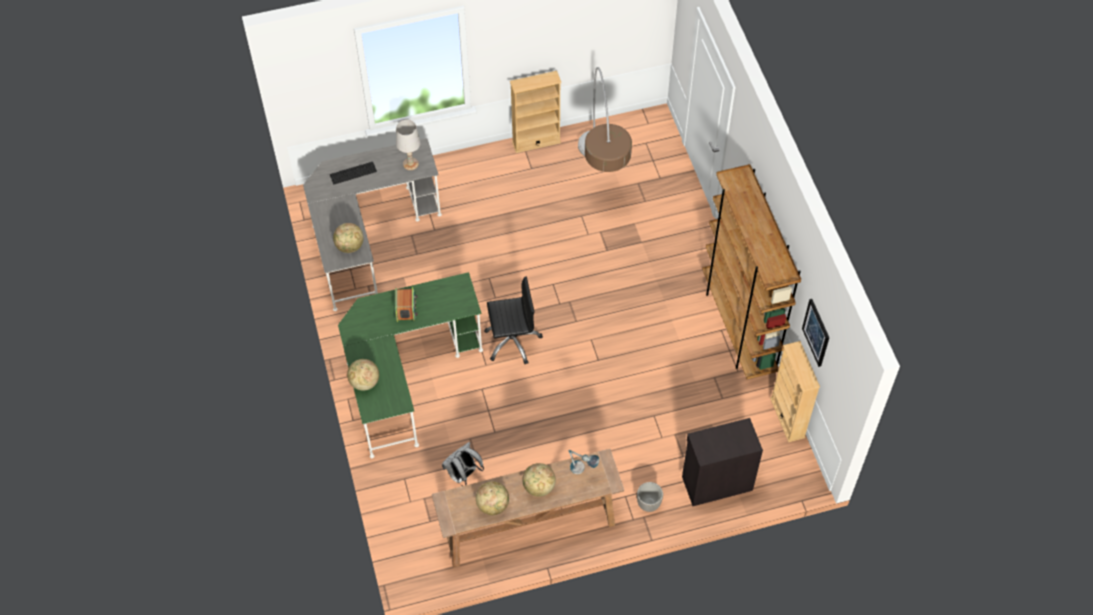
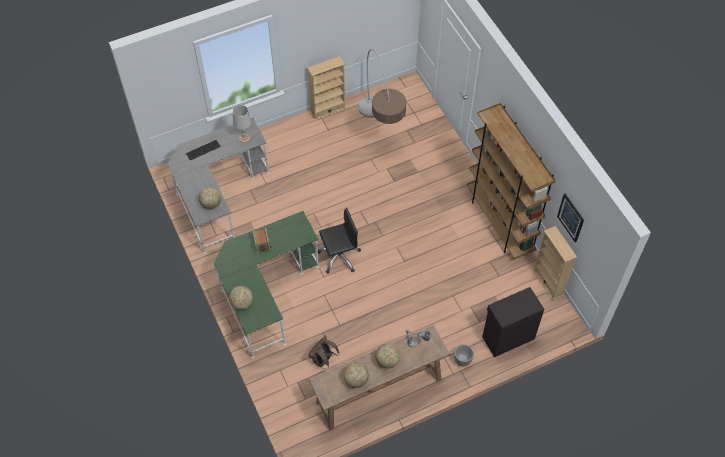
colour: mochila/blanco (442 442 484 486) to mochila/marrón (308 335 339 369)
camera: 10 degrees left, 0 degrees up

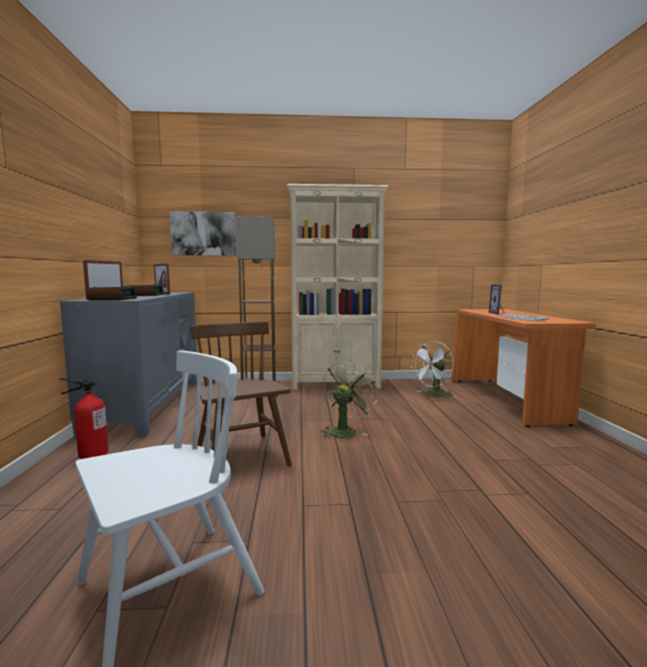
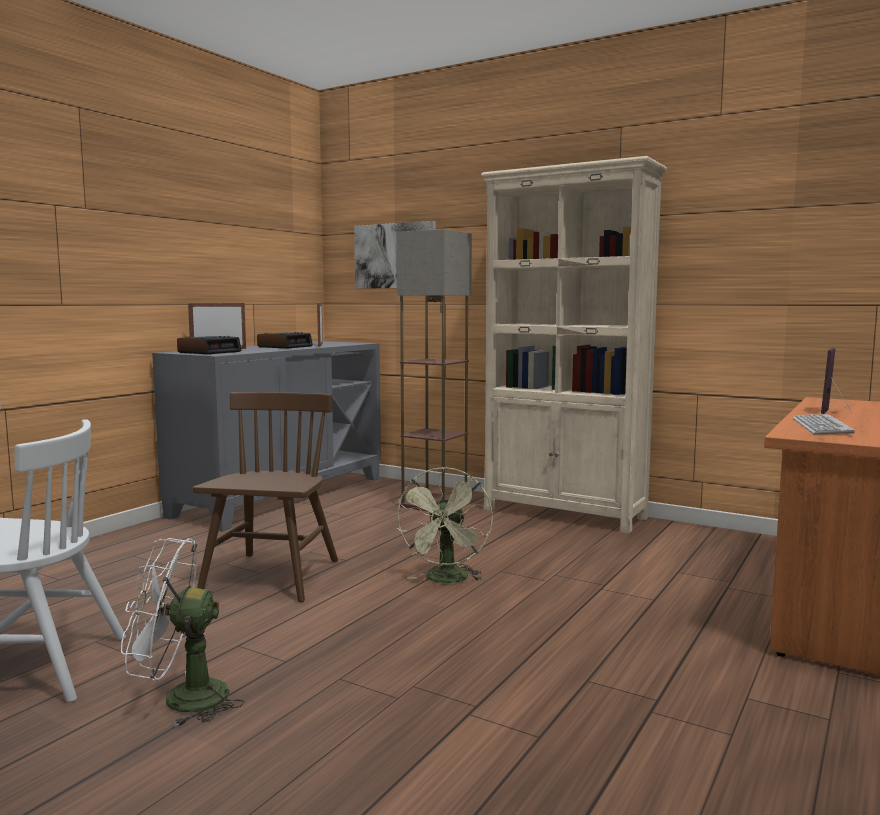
missing: extintor (59 378 109 459)
relocated: ventilador/blanco (412 341 454 398) to (121 538 244 727)
spun: ventilador/verde (321 360 378 438) = (395 467 493 583) 120 degrees clockwise
camera: 35 degrees right, 0 degrees up

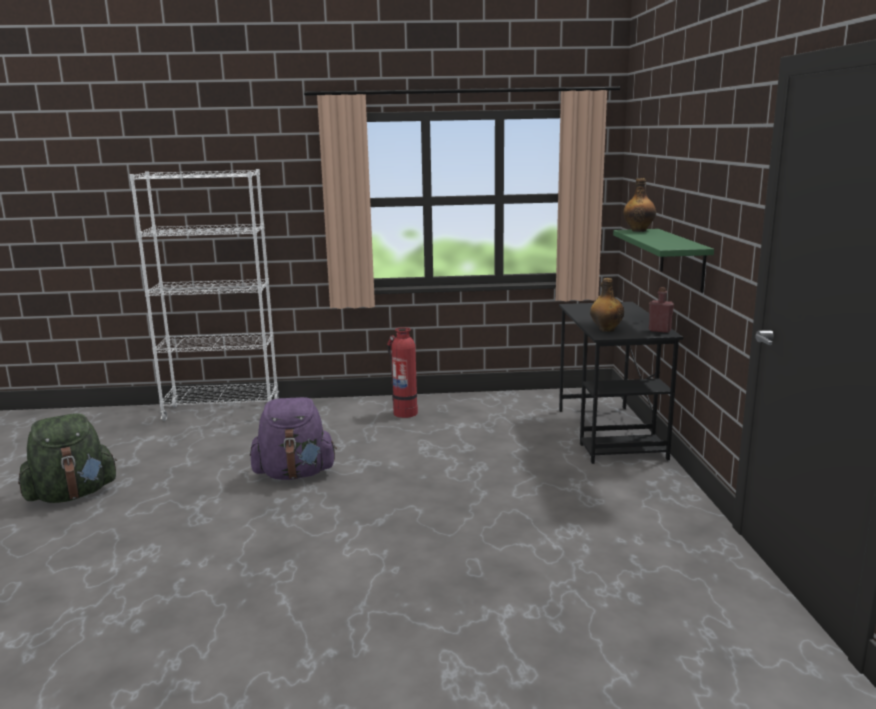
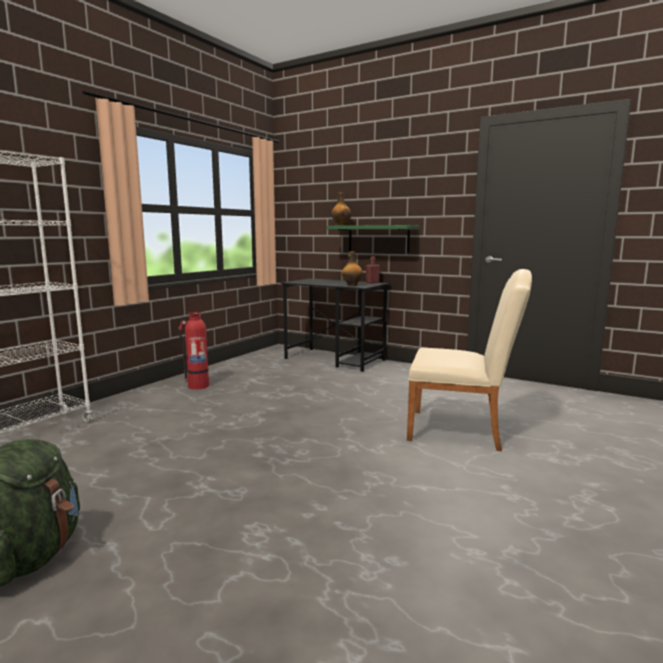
missing: mochila/morado (250 397 337 480)
appeared: silla/beis (407 269 532 451)
camera: 55 degrees left, 5 degrees down

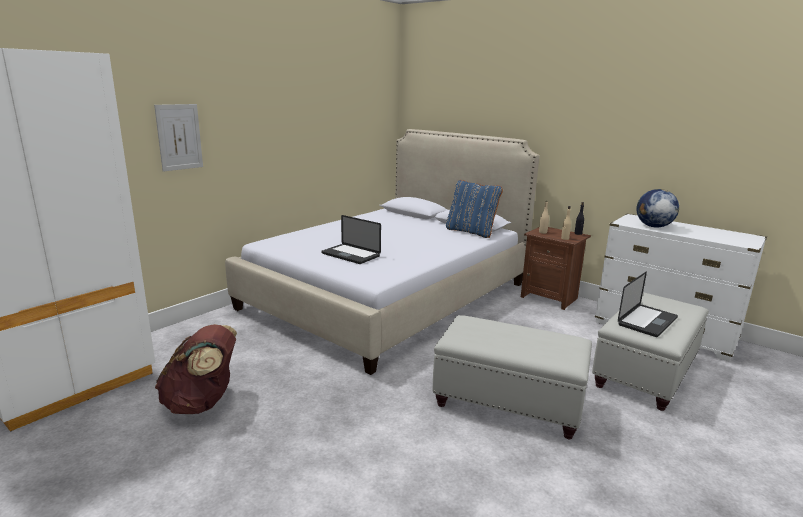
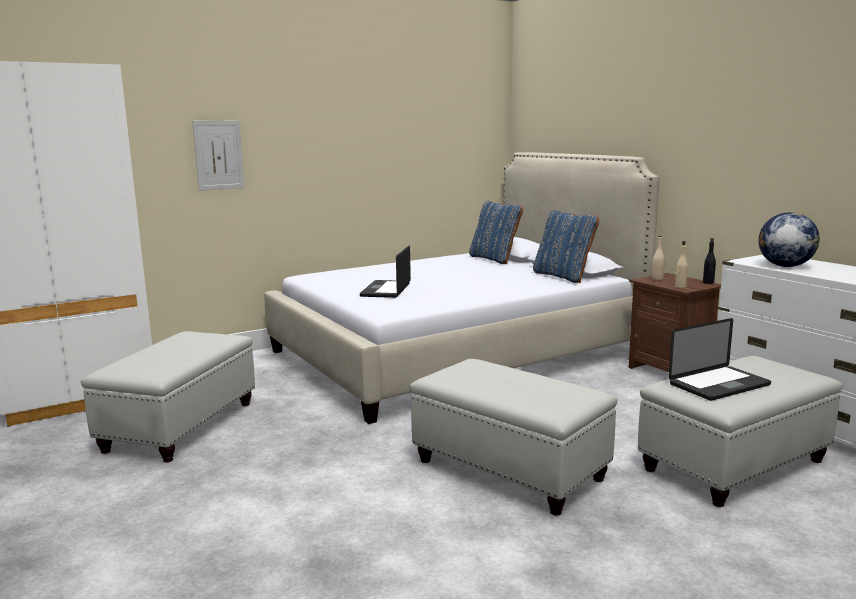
appeared: cojín/azul (469 201 523 264)
exchanged: mochila/marrón (155 324 237 414) to puf/blanco (81 331 255 463)
spun: portátil (321 215 381 264) = (360 246 411 298) 45 degrees clockwise
camera: 20 degrees right, 5 degrees down

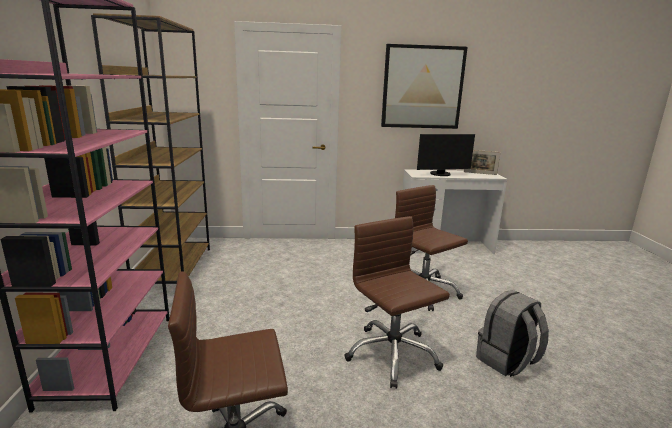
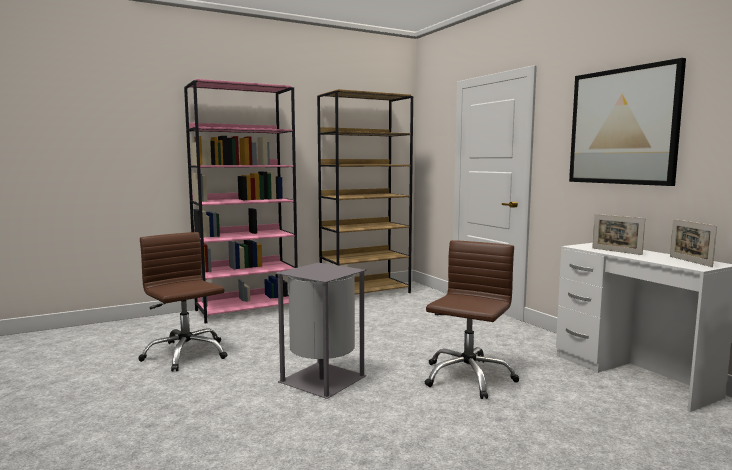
missing: mochila/gris (476 290 549 377)
exchanged: silla de oficina/marrón (344 216 450 389) to papelera/gris (275 263 367 399); monitor (417 134 475 176) to portarretratos (592 214 645 255)
camera: 65 degrees right, 10 degrees down

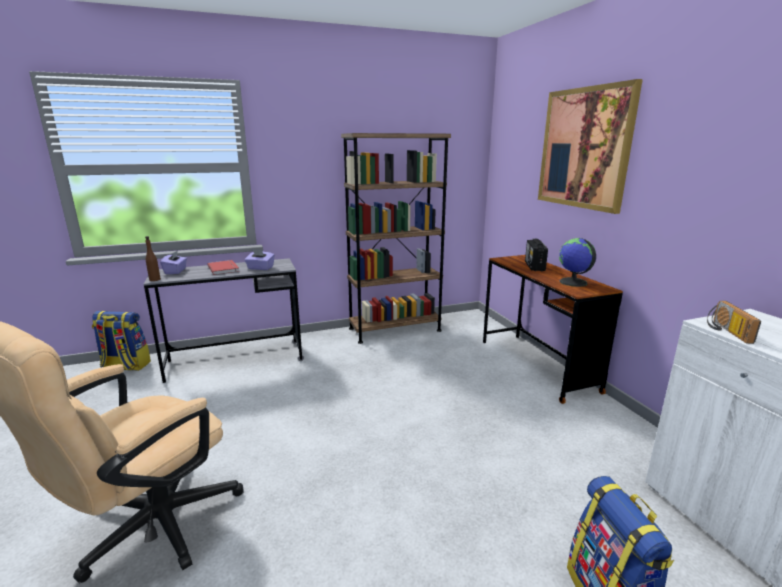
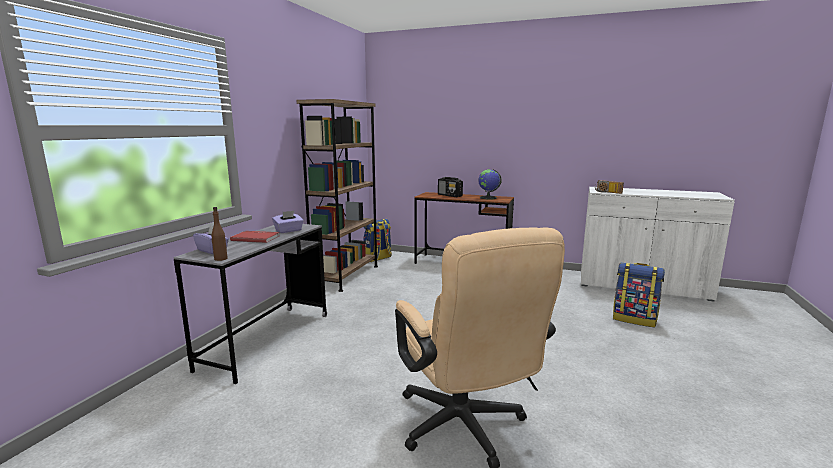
missing: cuadro (538 79 643 214)
relocated: mochila (92 311 151 371) to (363 219 392 262)
camera: 50 degrees left, 5 degrees down

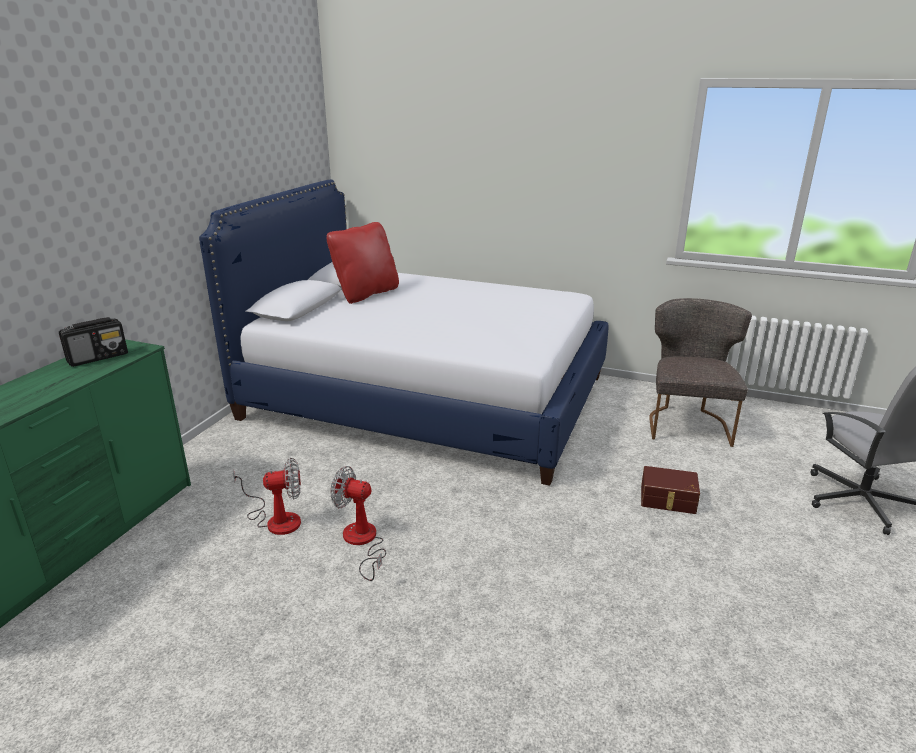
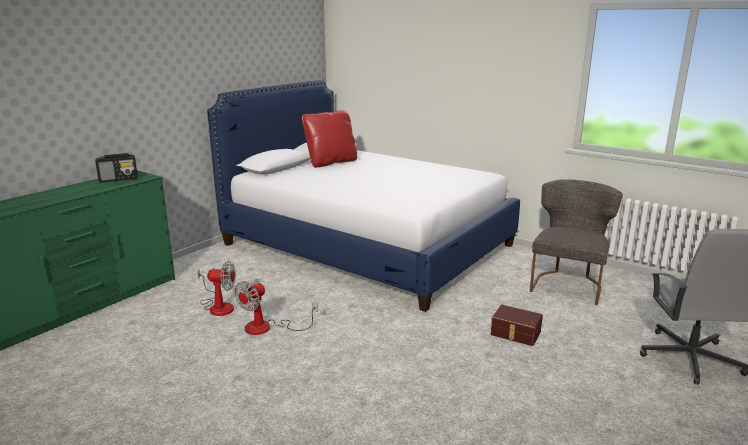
spun: ventilador (331 466 386 581) = (234 281 318 335) 90 degrees counterclockwise
camera: 15 degrees right, 5 degrees down

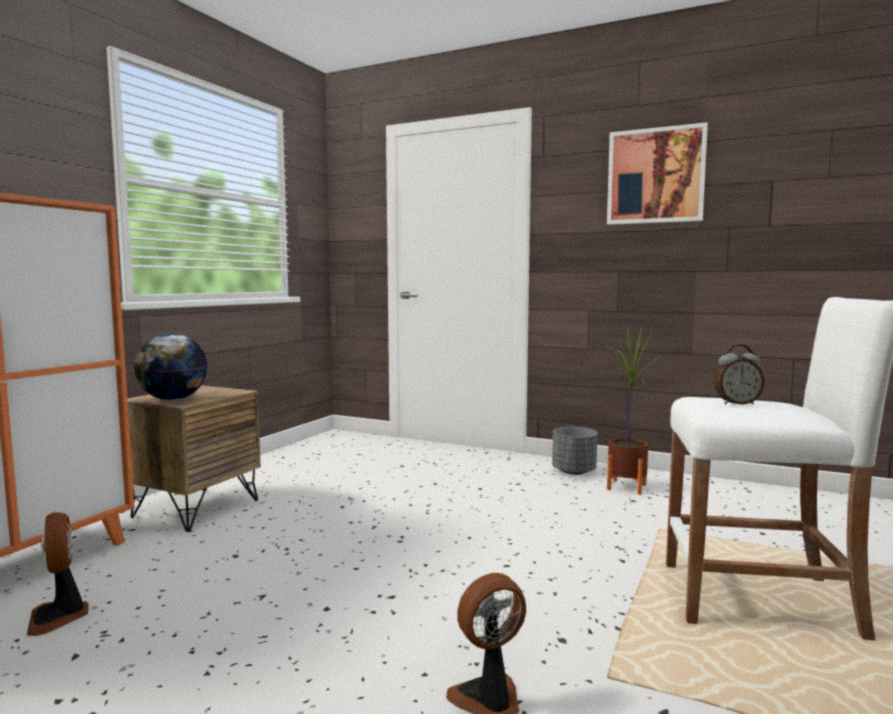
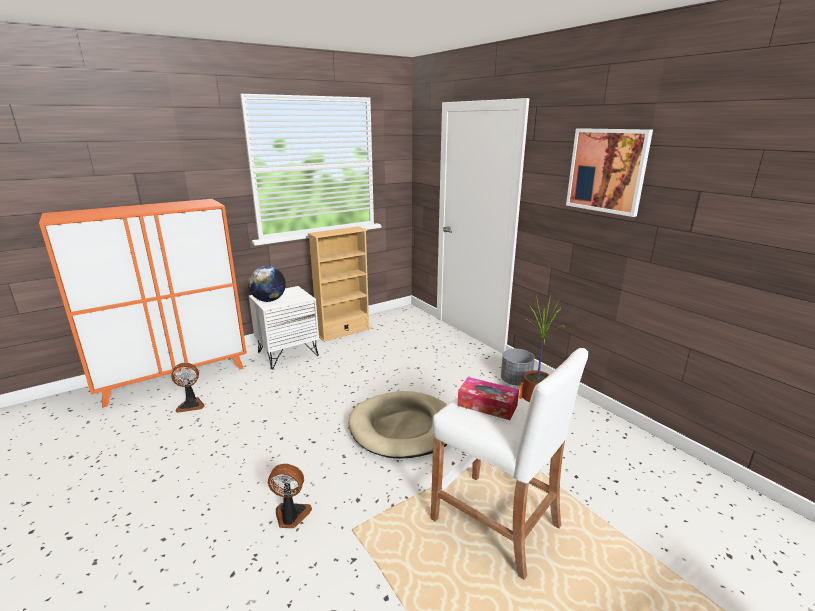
appeared: estantería/beis (308 226 371 342); cama para perro/beis (348 391 448 459)
exchanged: despertador (714 345 764 405) to caja de pañuelos (457 377 519 420)
colour: mesita de noche/marrón (127 385 261 532) to mesita de noche/blanco (249 286 319 369)
spun: ventilador (27 512 89 636) = (171 363 204 413) 105 degrees counterclockwise
camera: 30 degrees right, 15 degrees up

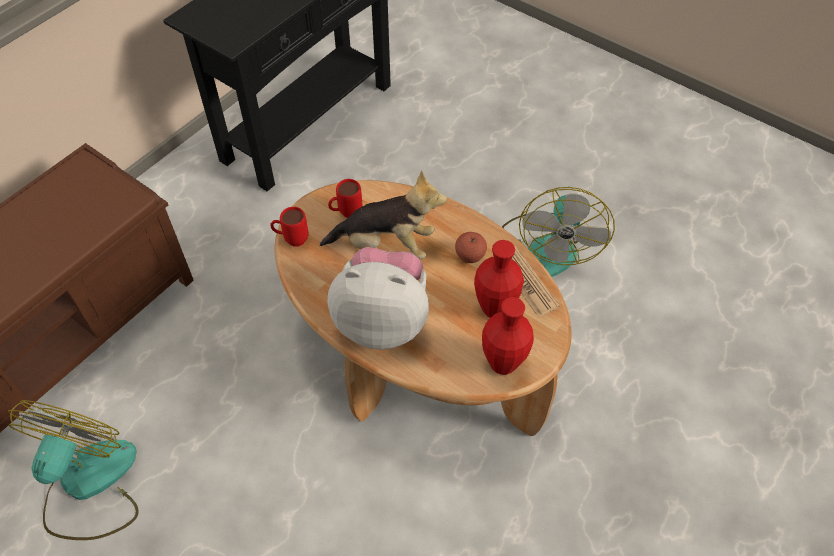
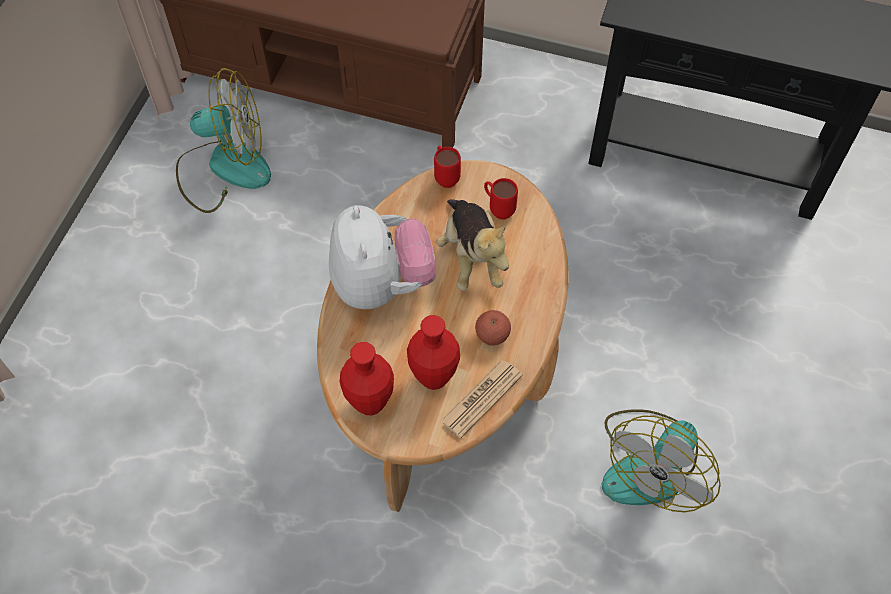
spun: ventilador (502 187 615 277) = (602 409 721 512) 45 degrees counterclockwise
camera: 70 degrees right, 5 degrees up

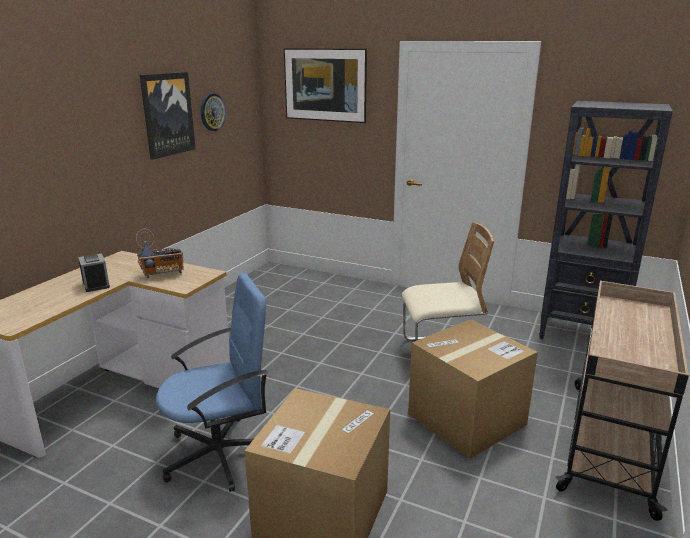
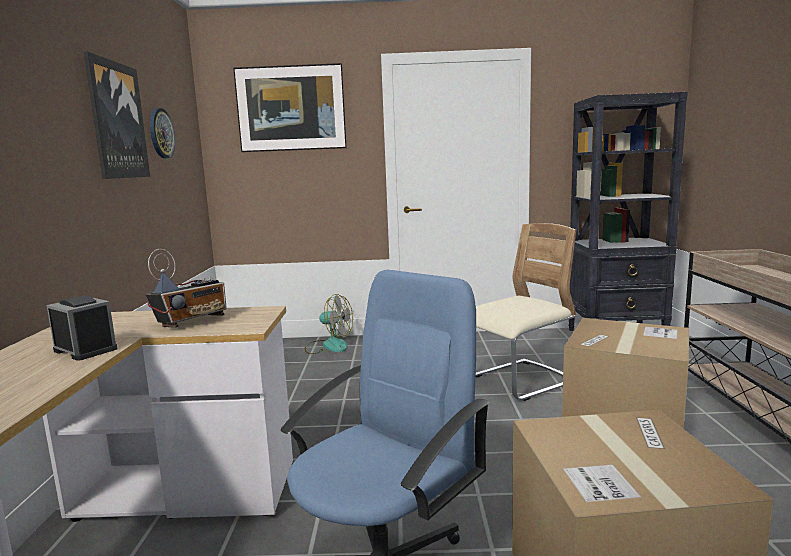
appeared: ventilador (305 294 353 354)
camera: 25 degrees left, 10 degrees down

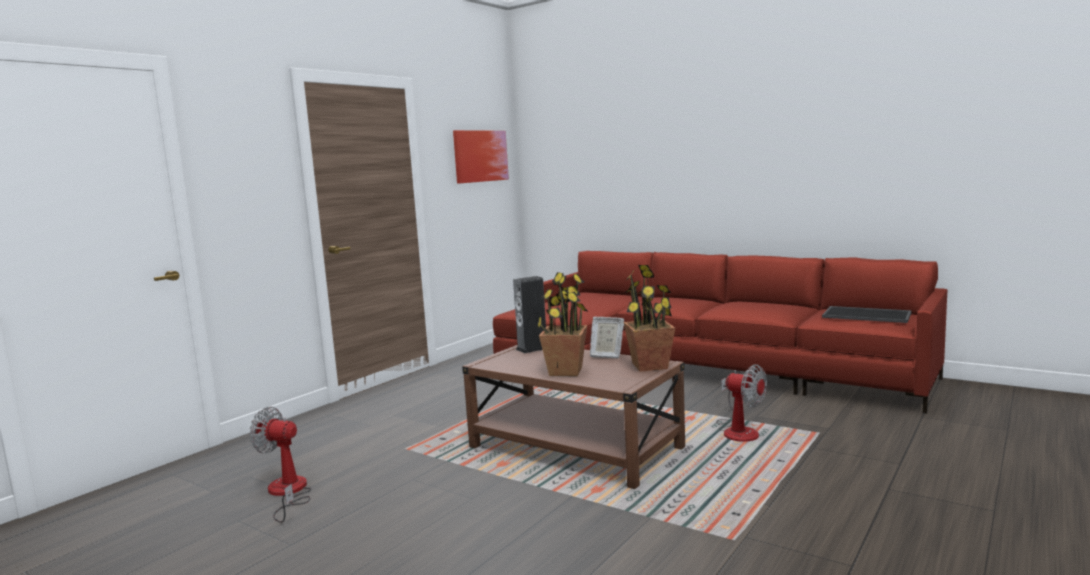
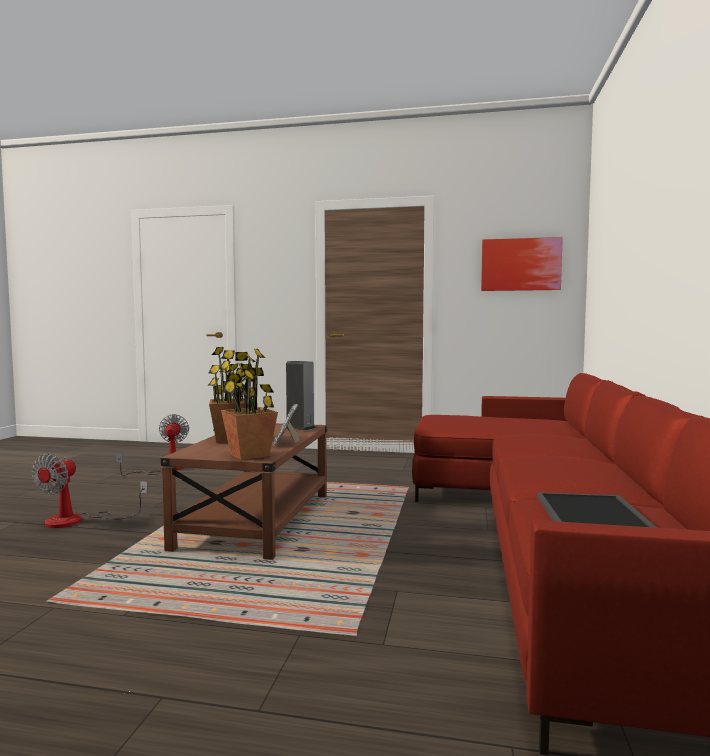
relocated: ventilador (716 364 767 442) to (32 453 148 528)
camera: 65 degrees right, 5 degrees down

